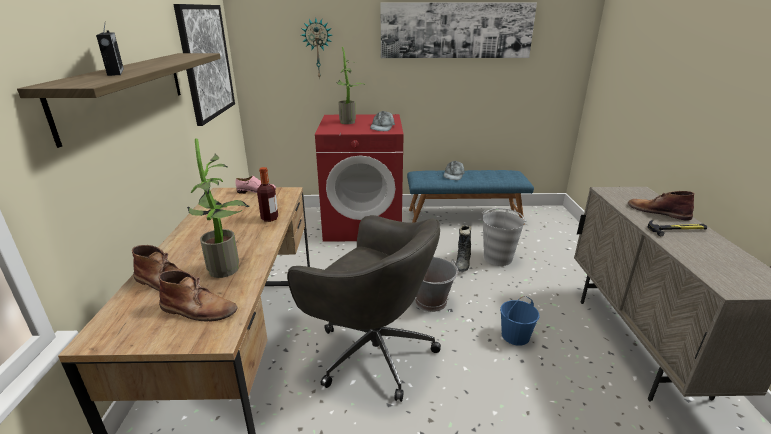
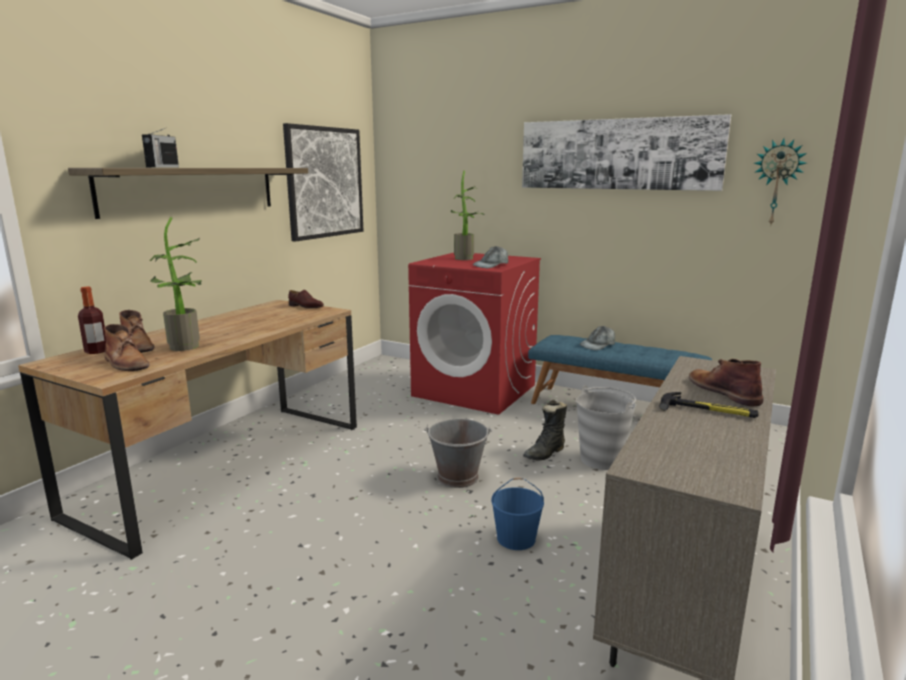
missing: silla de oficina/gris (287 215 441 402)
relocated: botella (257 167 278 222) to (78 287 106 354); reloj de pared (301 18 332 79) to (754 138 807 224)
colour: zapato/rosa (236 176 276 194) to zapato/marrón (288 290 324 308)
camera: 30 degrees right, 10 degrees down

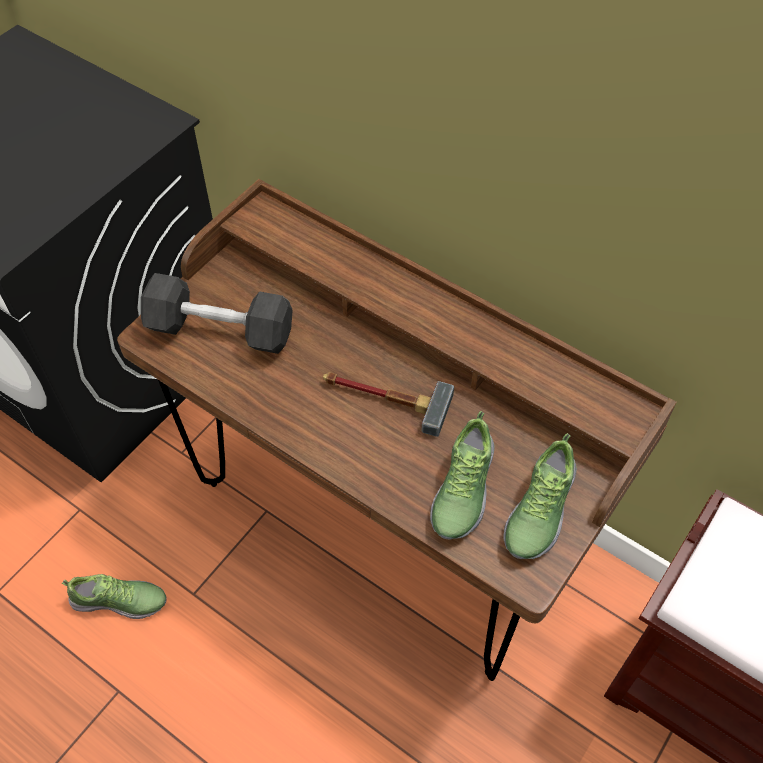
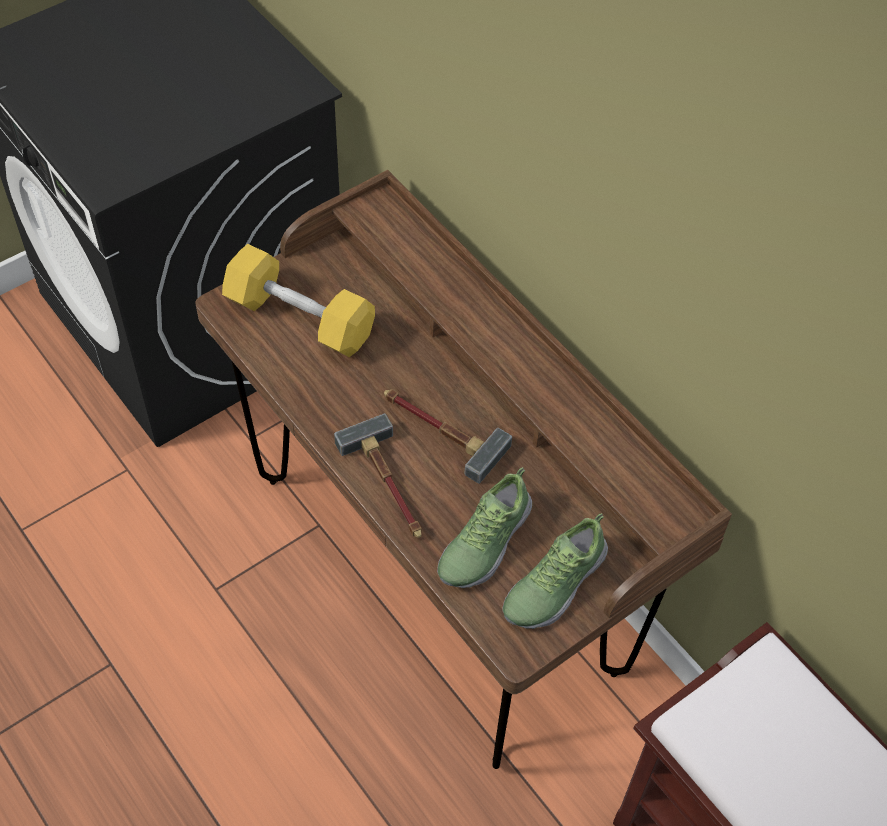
missing: zapato (62 574 167 619)
appeared: martillo (334 413 422 538)
colour: mancuerna/negro (141 273 293 354) to mancuerna/amarillo (222 244 375 357)
camera: 15 degrees right, 0 degrees up

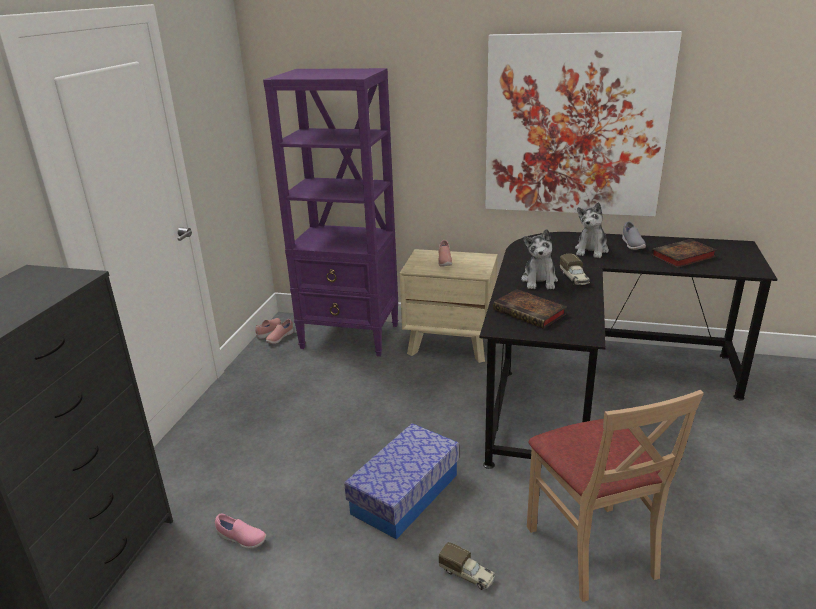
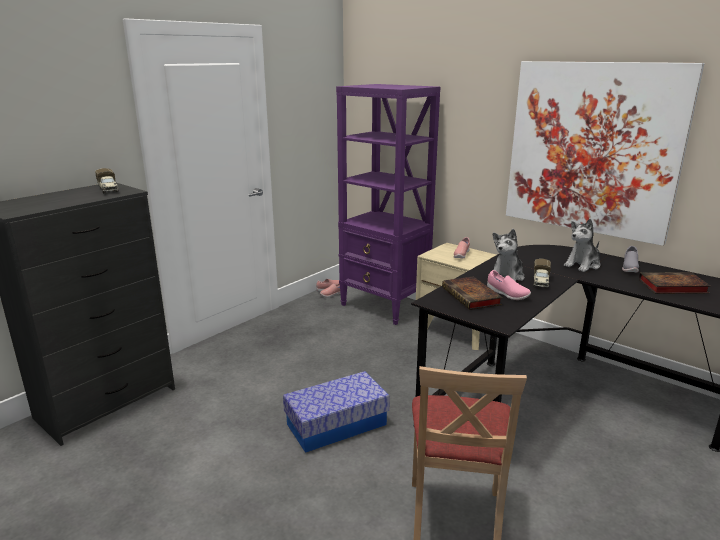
relocated: camión de juguete (439 542 495 590) to (95 168 119 194); zapato/rosa (215 513 266 549) to (487 270 531 300)
camera: 25 degrees right, 5 degrees down

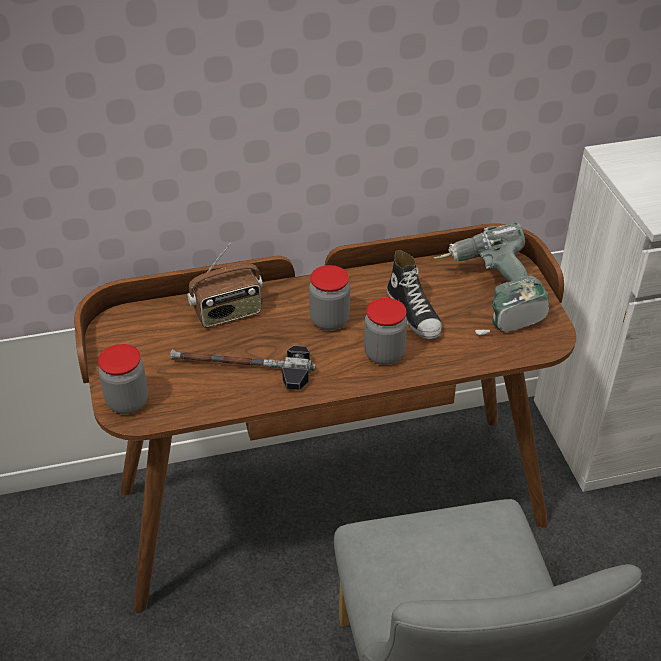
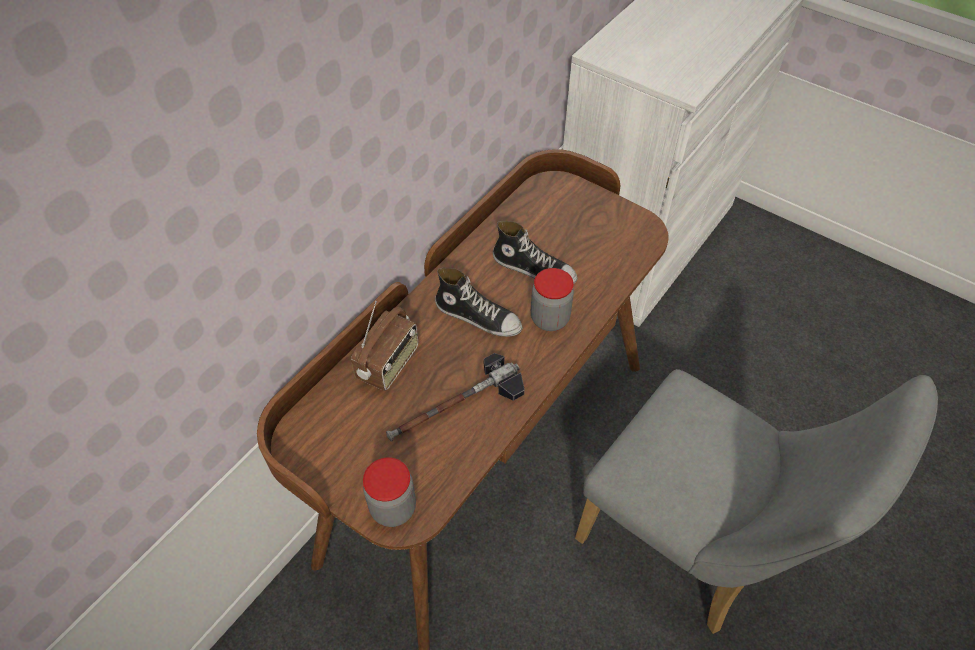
missing: taladro (434 221 550 336)
exchanged: tarro (309 265 350 330) to zapato (435 268 522 337)
camera: 40 degrees left, 10 degrees up

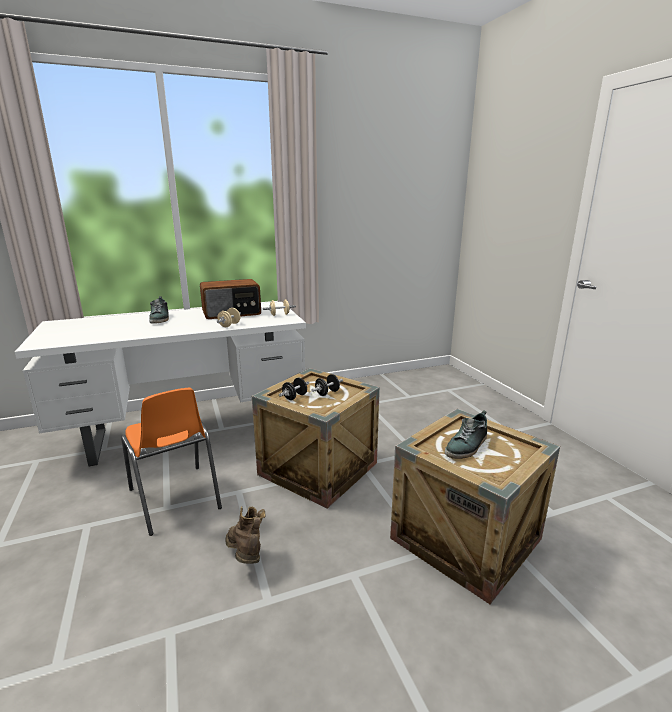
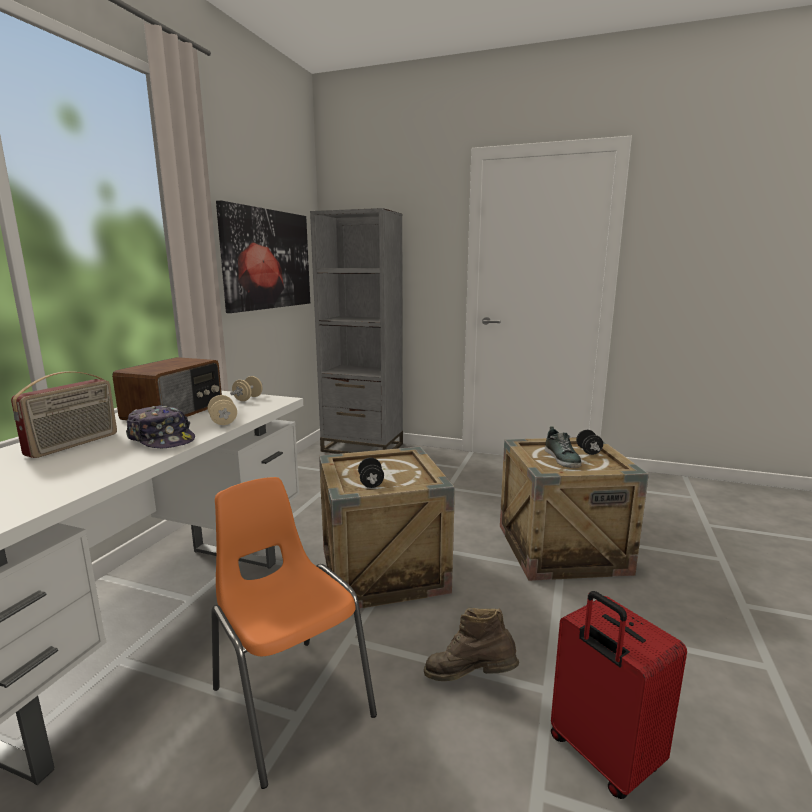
appeared: gorra (126 405 195 448); cuadro (216 200 310 313); estantería/gris (310 208 403 454); maleta/rojo (551 591 687 799)
relocated: mancuerna/negro (311 374 343 396) to (576 430 603 455)
exchanged: zapato (149 296 169 324) to radio (11 371 117 458)
spun: silla/naranja (121 388 222 536) = (211 477 377 789) 135 degrees counterclockwise
camera: 50 degrees left, 5 degrees down

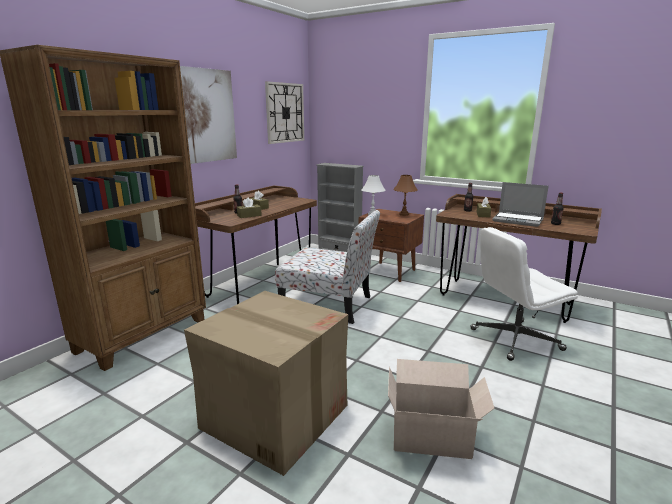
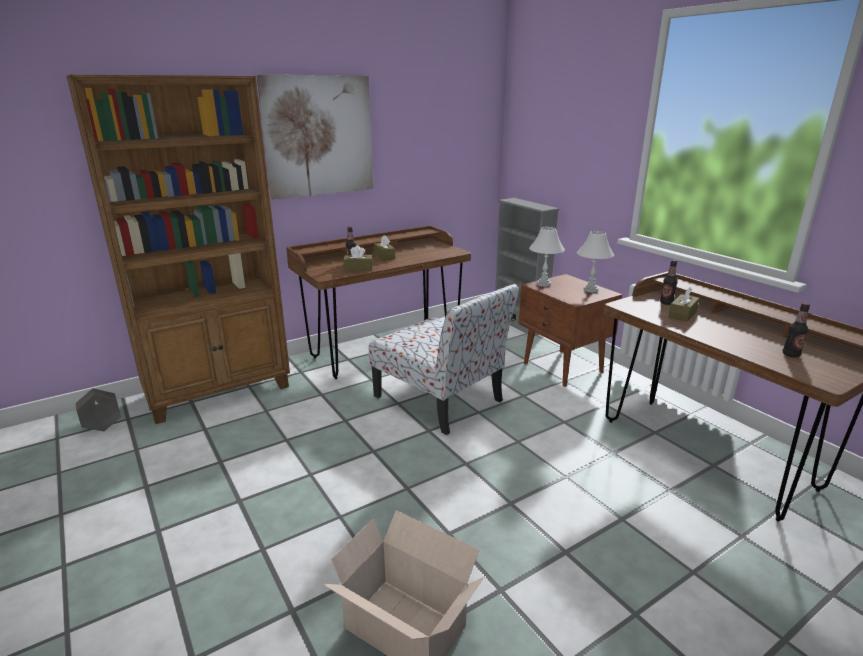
missing: caja de cartón (184 291 348 476); reloj de pared (265 81 304 144); silla de oficina/blanco (471 227 578 361); portátil (492 182 549 227)
appeared: maceta/gris (76 388 121 431)
colour: lámpara de mesa/marrón (393 175 418 216) to lámpara de mesa/blanco (577 231 614 293)
camera: 25 degrees right, 5 degrees up

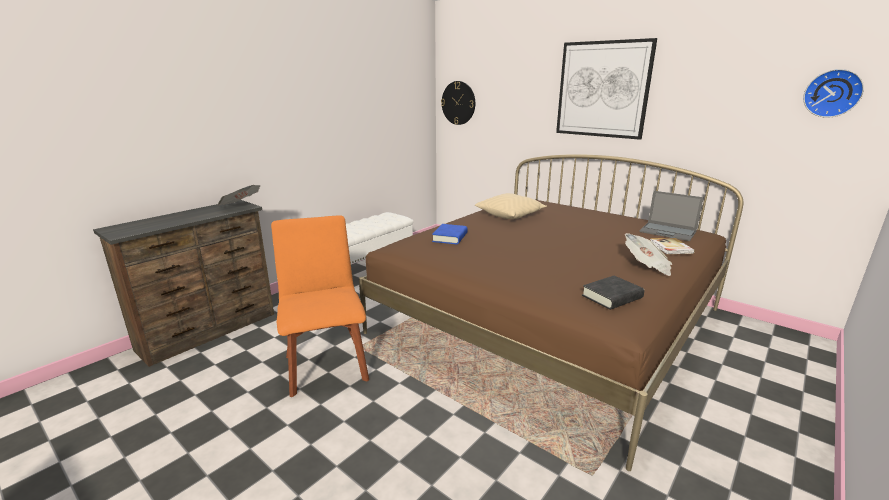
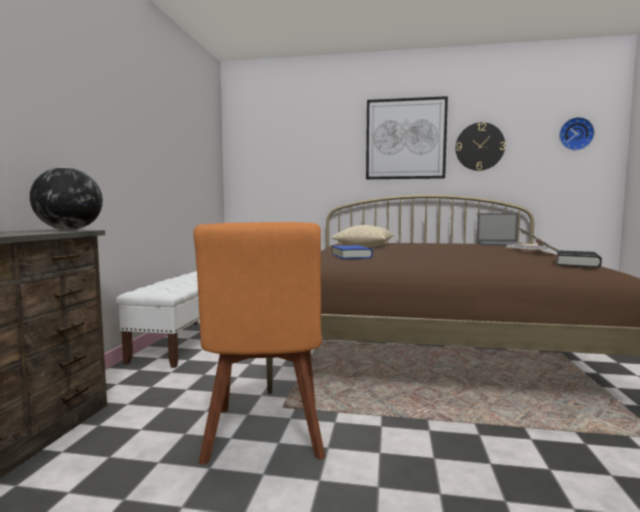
relocated: reloj de pared (441 81 475 125) to (455 122 505 171)
exchanged: periódico (218 185 260 205) to globo terráqueo (30 167 103 230)
spun: silla/naranja (271 215 369 397) = (193 222 325 465) 135 degrees counterclockwise
camera: 30 degrees left, 15 degrees down

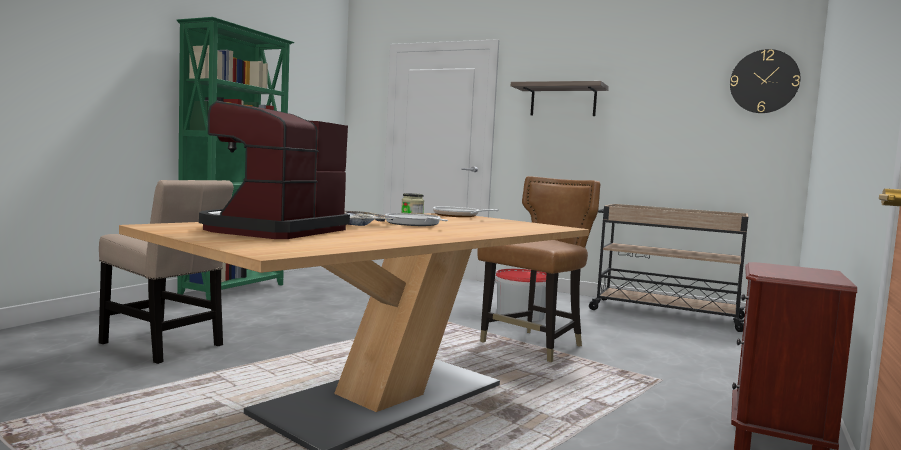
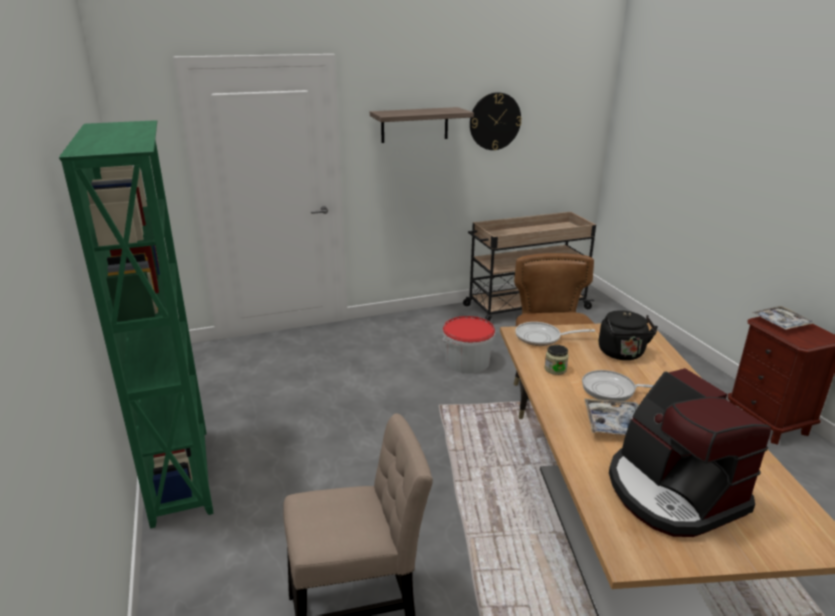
appeared: hervidor/negro (599 310 658 360); bandeja (752 306 815 330)
relocated: reloj de pared (730 49 800 113) to (470 92 522 150)
camera: 45 degrees left, 20 degrees up

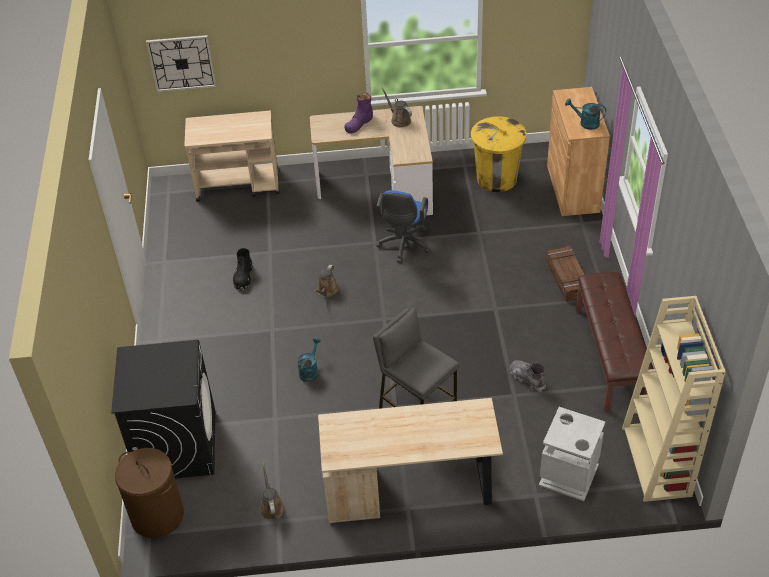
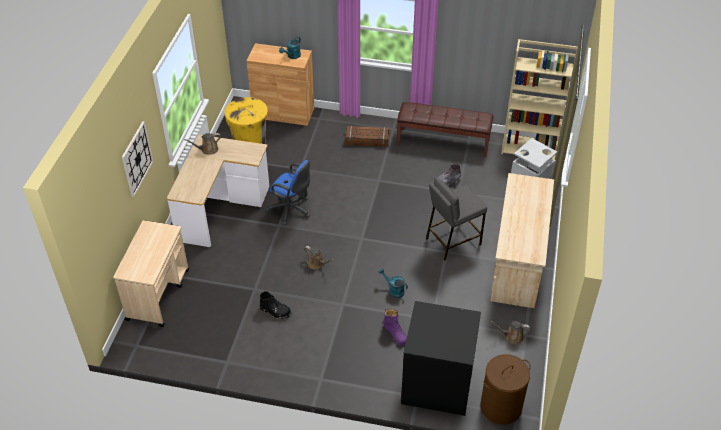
relocated: reloj de pared (146 35 216 92) to (122 121 153 197); bota/morado (344 93 373 133) to (383 309 407 345)
camera: 75 degrees left, 0 degrees up

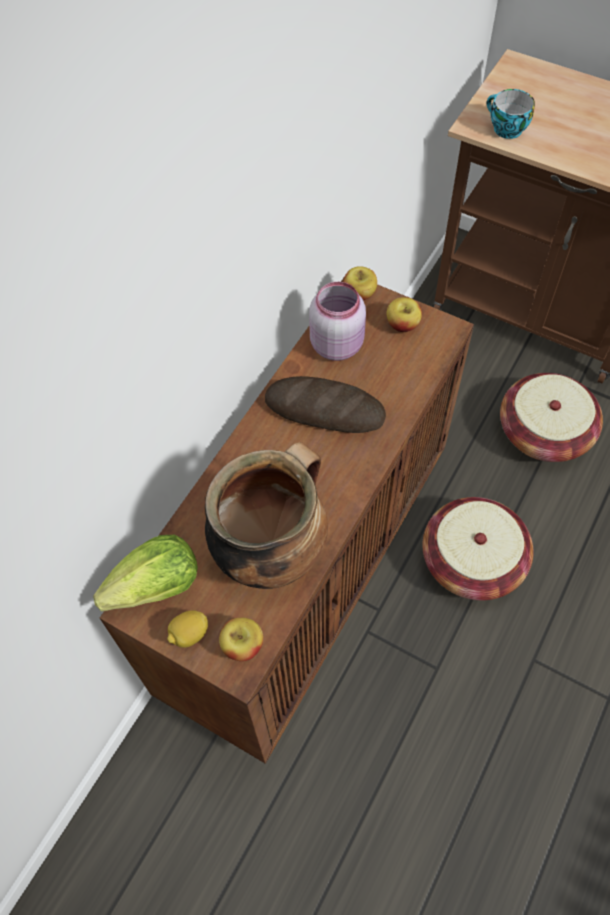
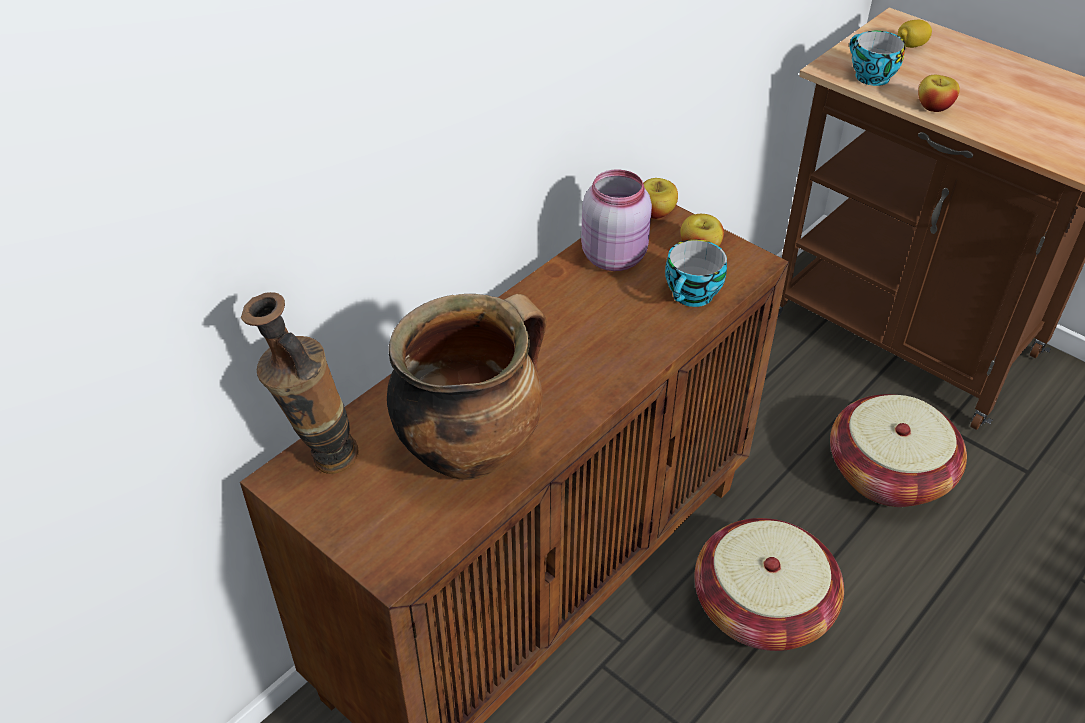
missing: pan (265 376 386 433)
appeared: taza (665 239 727 307)
relocated: limón (167 611 208 648) to (898 20 932 48); manzana (219 617 263 661) to (918 75 960 112)
exchanged: lechuga (93 535 198 612) to florero (241 292 358 474)
camera: 10 degrees right, 15 degrees down

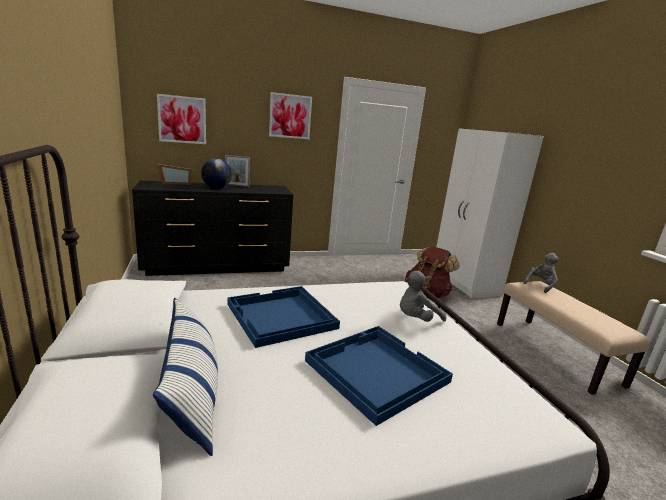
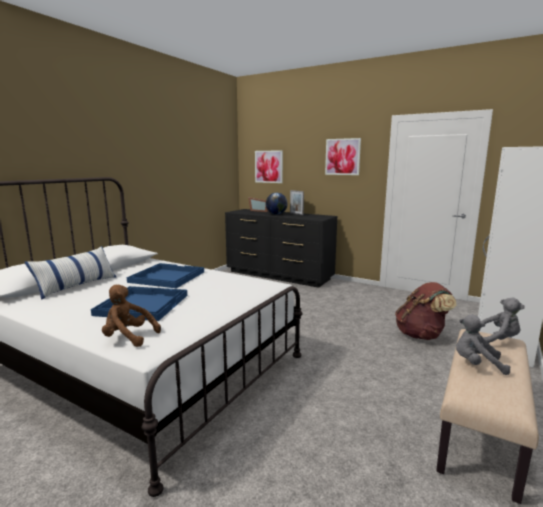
appeared: peluche/marrón (102 285 161 347)
relocated: peluche/gris (400 271 447 322) to (456 314 511 375)
camera: 50 degrees right, 5 degrees down

